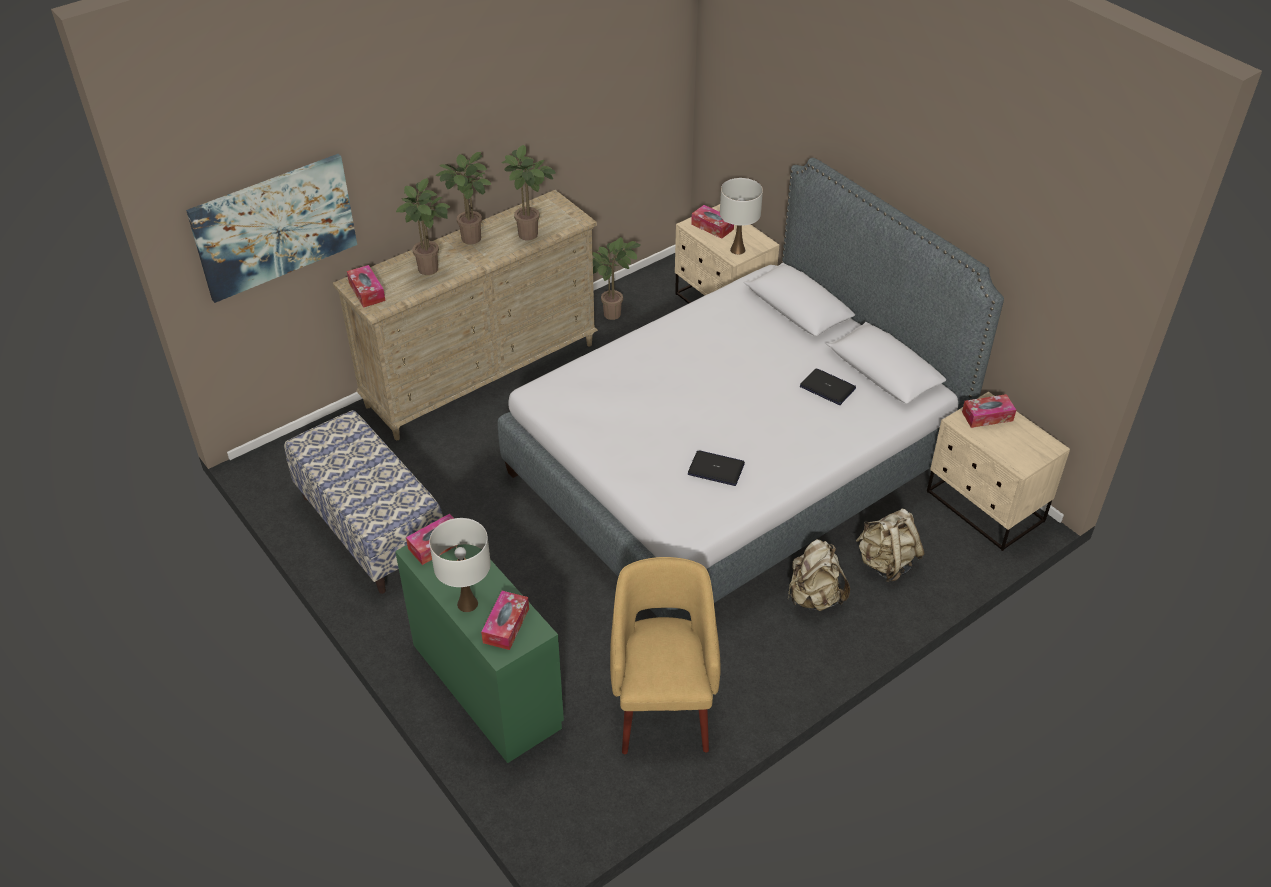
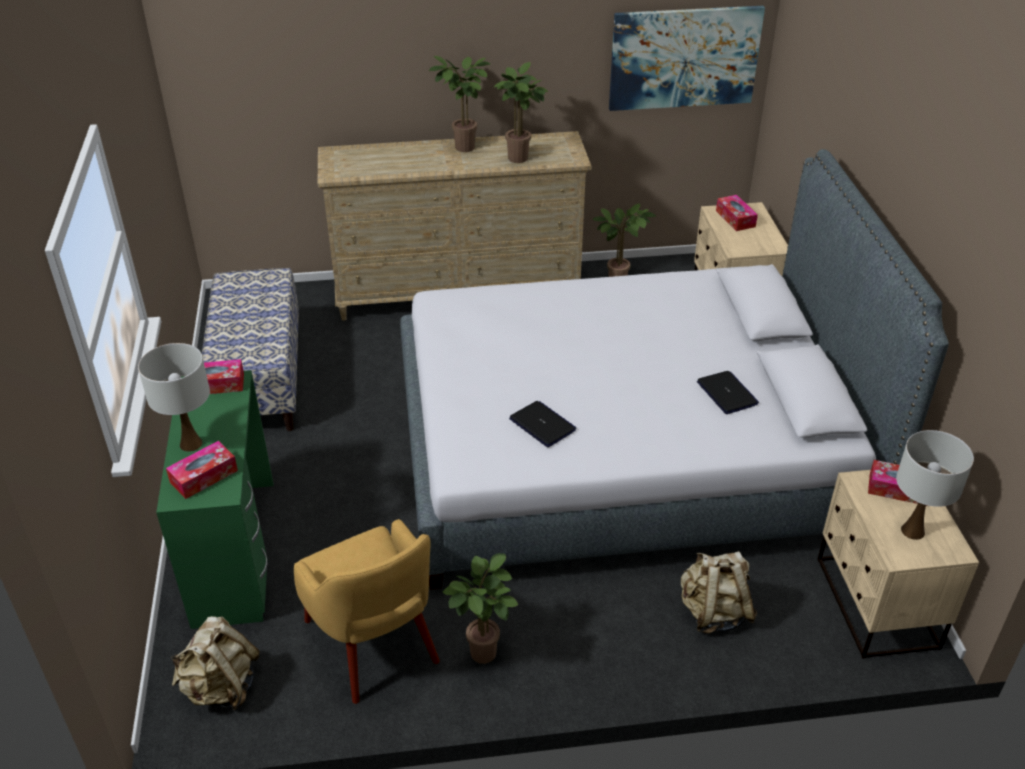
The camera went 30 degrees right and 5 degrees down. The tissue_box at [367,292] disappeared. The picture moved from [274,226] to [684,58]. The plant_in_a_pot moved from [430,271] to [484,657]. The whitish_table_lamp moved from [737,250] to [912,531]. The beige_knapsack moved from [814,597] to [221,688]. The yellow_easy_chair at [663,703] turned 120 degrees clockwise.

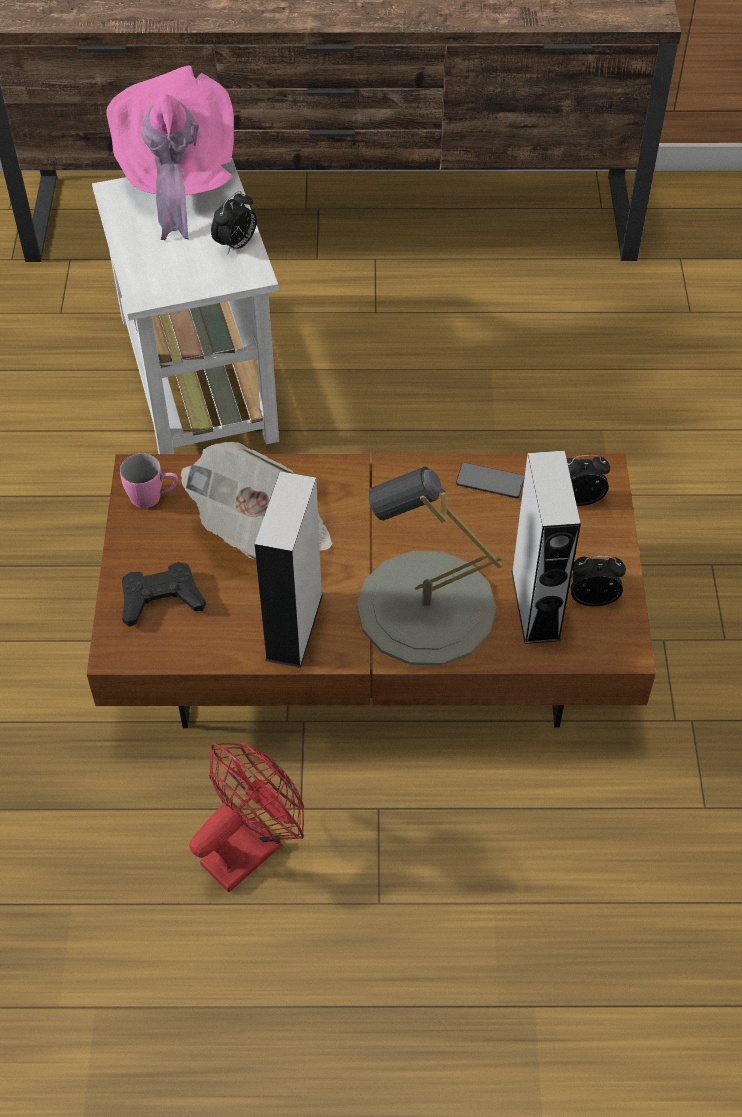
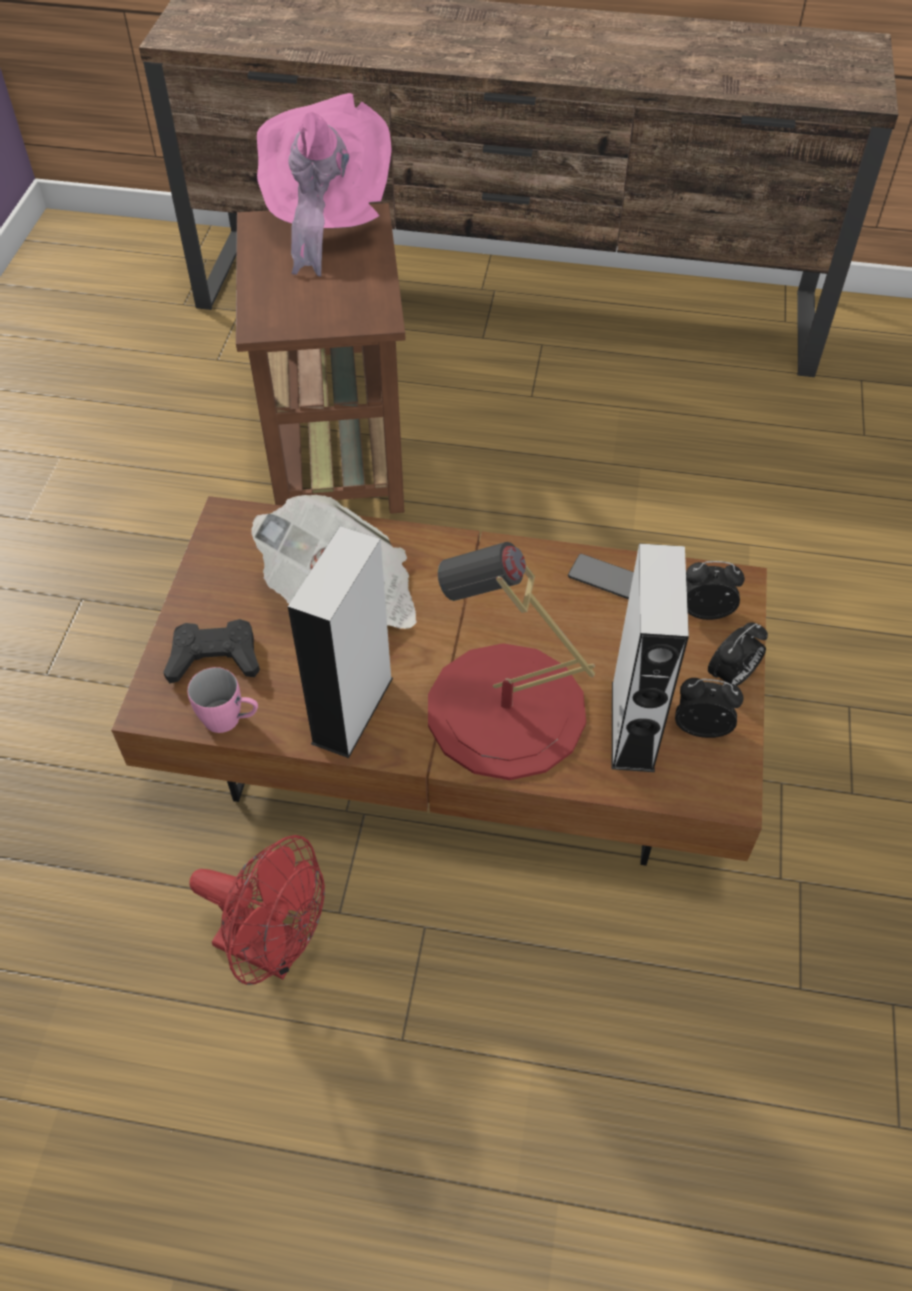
The camera went 10 degrees right and 0 degrees up. The pink_coffee_mug moved from [153,497] to [230,720]. The alarm_clock moved from [236,245] to [731,677]. The whitish_end_table at [199,384] became the brown-coloured_end_table at [336,445]. The greyish_table_lamp at [426,608] became the red_table_lamp at [505,711]. The red_fan at [250,846] turned 60 degrees clockwise.

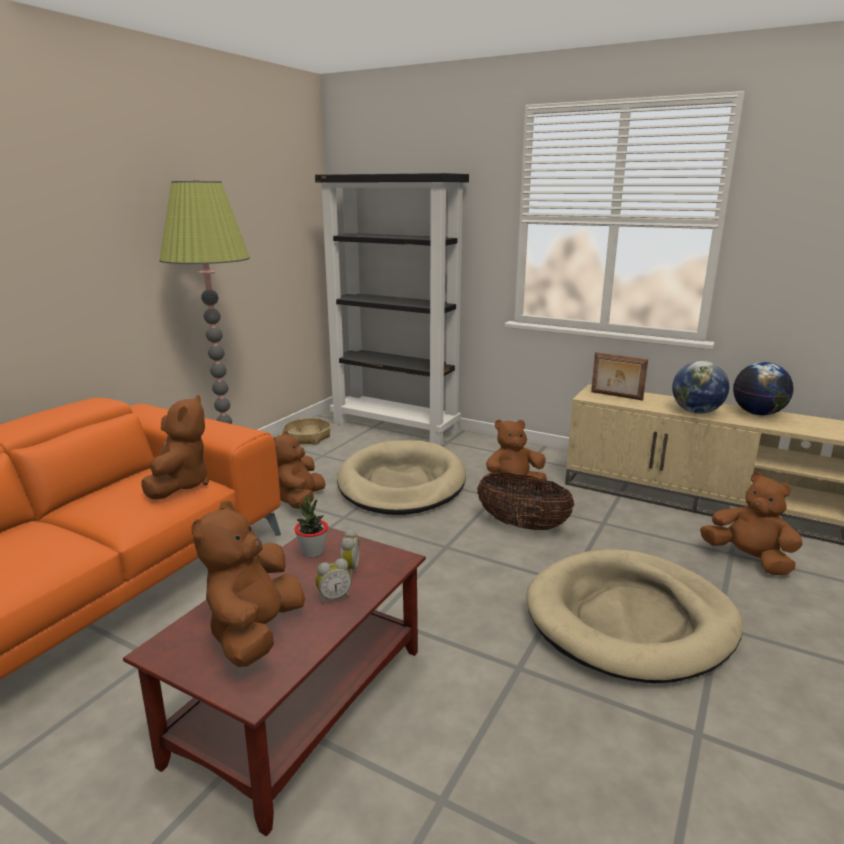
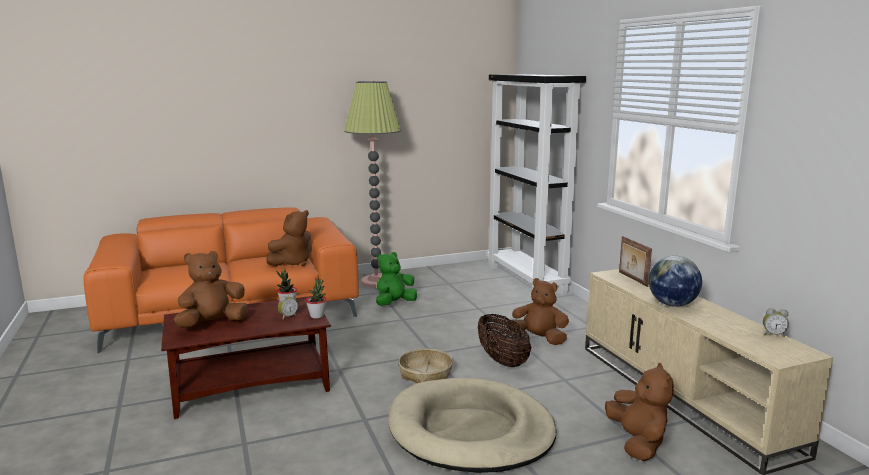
The camera went 40 degrees right and 5 degrees down. The beige_pet_bed at [402,483] disappeared. The desk_globe at [758,414] disappeared. The plant_in_a_pot at [317,316] appeared. The storage_basket moved from [308,437] to [425,374]. The alarm_clock moved from [333,597] to [773,335]. The brown-coloured_plush_toy at [300,500] became the greenish_plush_toy at [394,303].

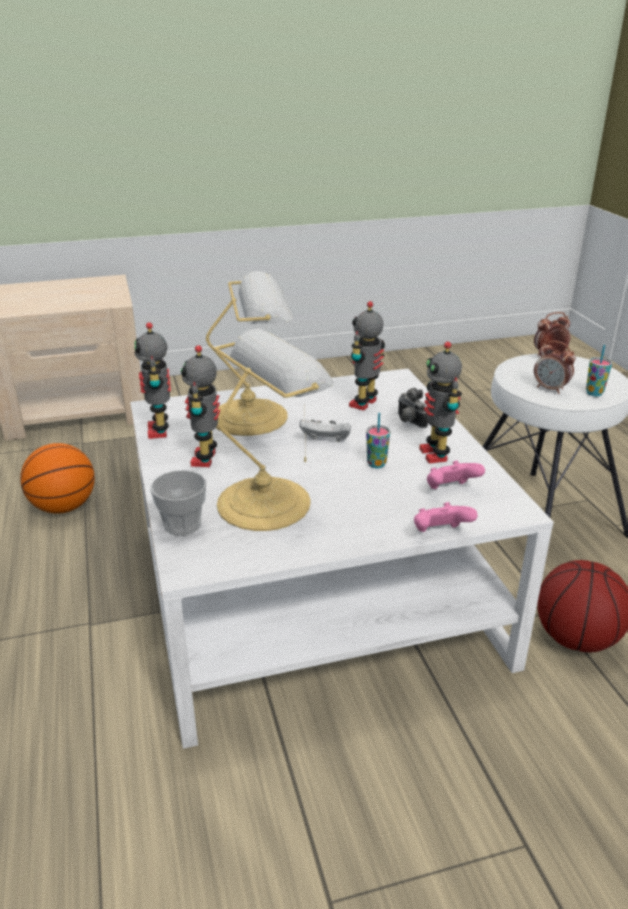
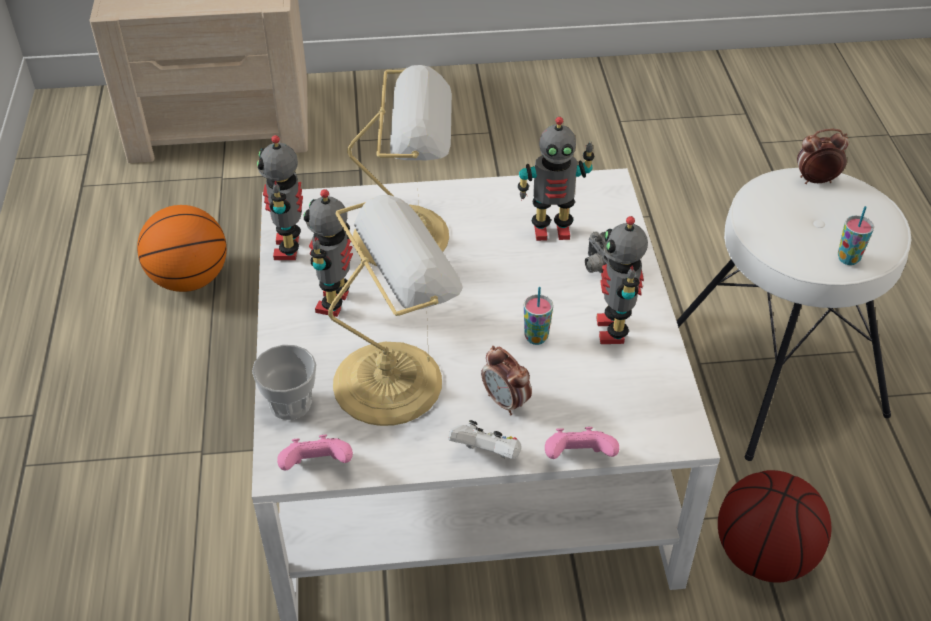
The camera went 10 degrees right and 15 degrees up. The whitish_gamepad moved from [326,441] to [487,454]. The pink_gamepad moved from [450,490] to [317,467]. The alarm_clock moved from [550,389] to [505,402]. The model_robot at [365,404] turned 135 degrees counterclockwise.

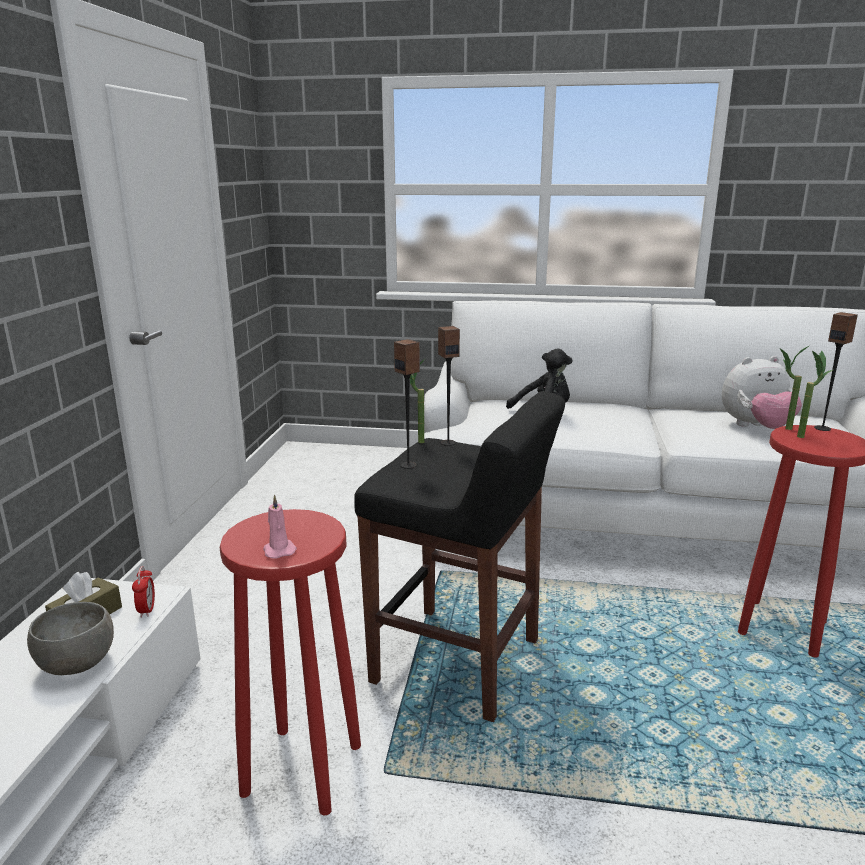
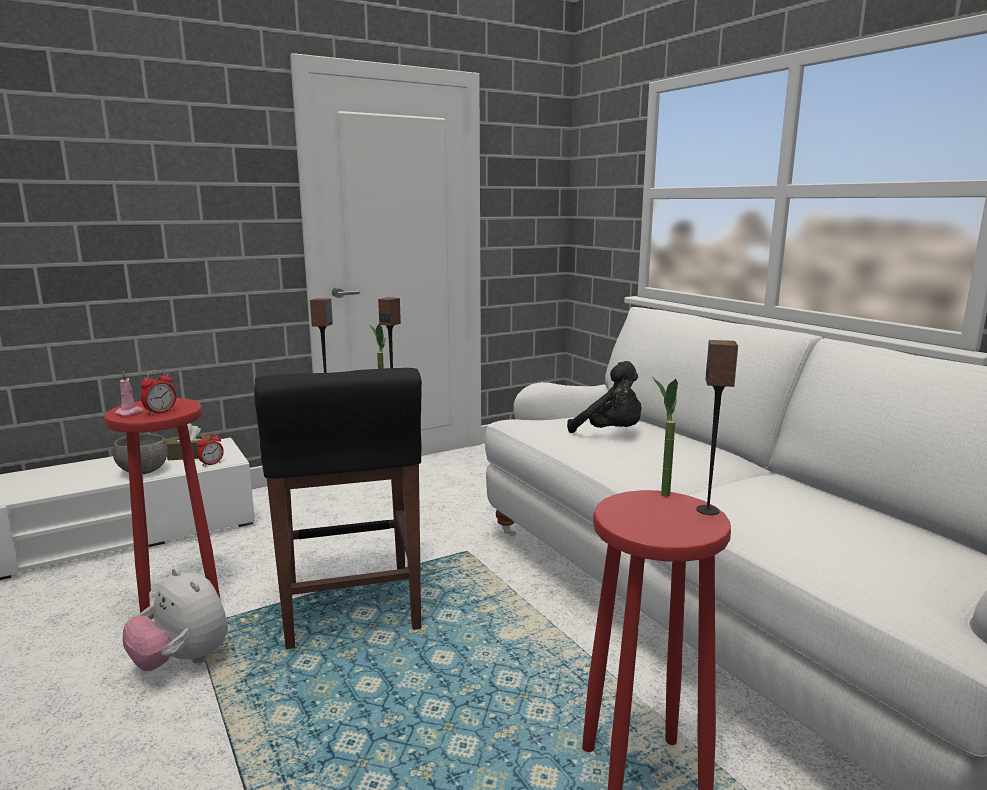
The camera went 50 degrees right and 5 degrees down. The plant_in_a_pot at [804,435] disappeared. The alarm_clock at [160,412] appeared. The plush_toy moved from [755,427] to [182,661].

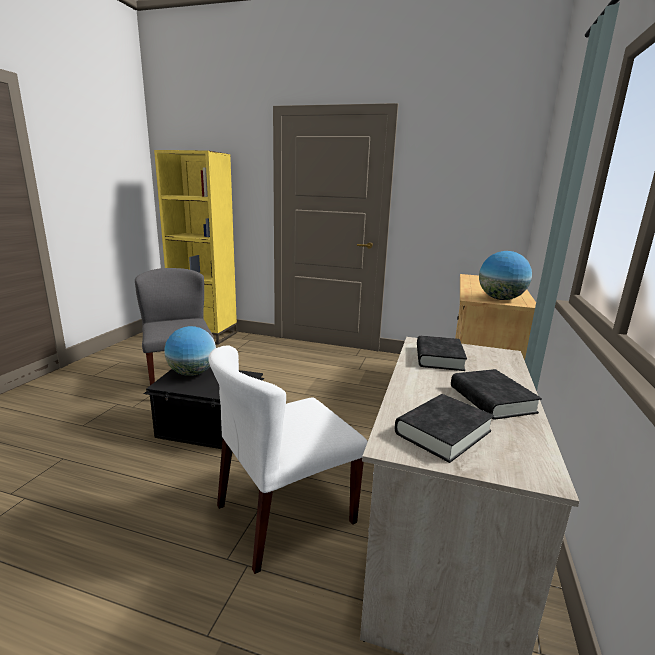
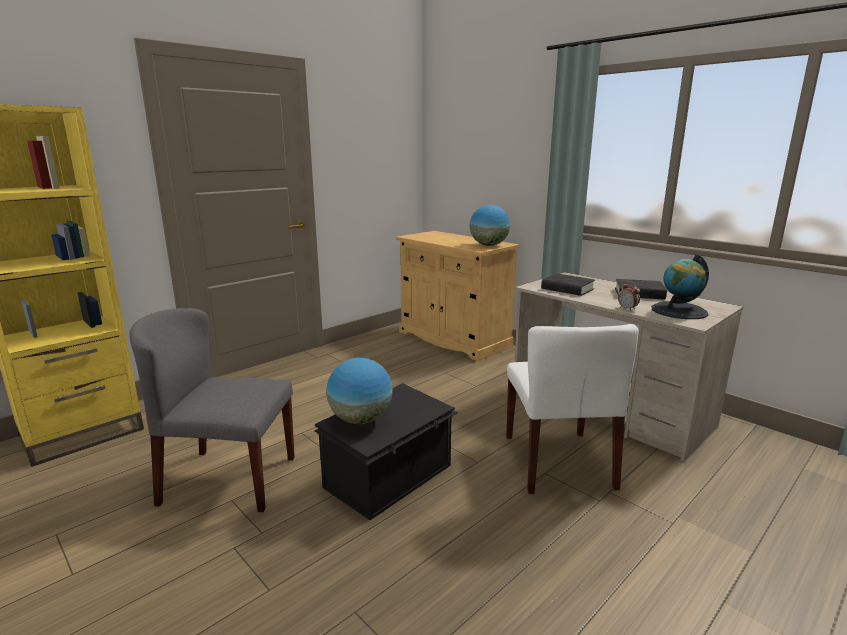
The camera went 60 degrees left and 0 degrees up. The alarm_clock at [627,309] appeared. The black-coloured_book at [443,432] was replaced by the desk_globe at [679,311].

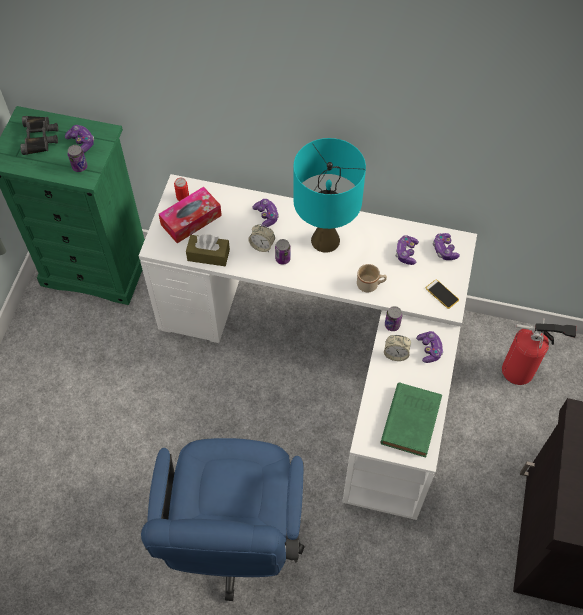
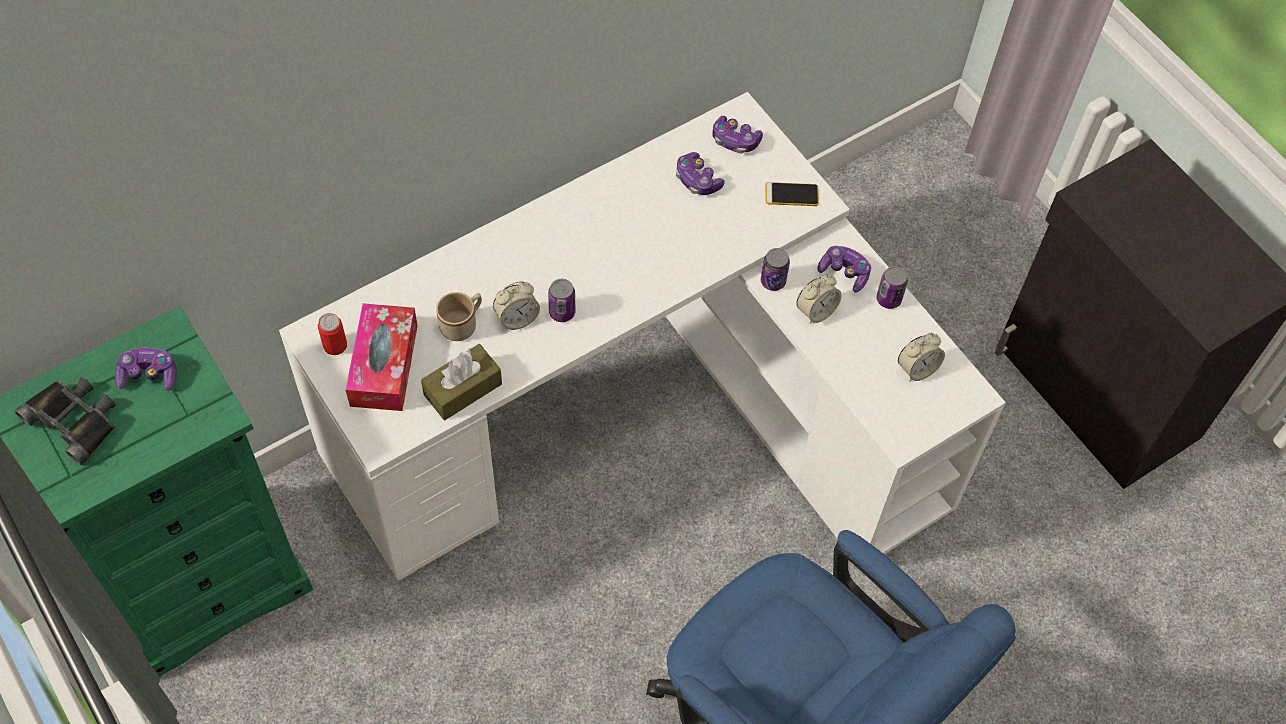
The camera went 50 degrees left and 0 degrees up. The gamepad at [266,216] disappeared. The blue-green_table_lamp at [325,240] disappeared. The fire-fighting_cylinder at [521,371] disappeared. The can moved from [79,167] to [888,299]. The beige_coffee_mug moved from [370,285] to [462,324]. The greenish_book at [411,419] was replaced by the alarm_clock at [917,369].

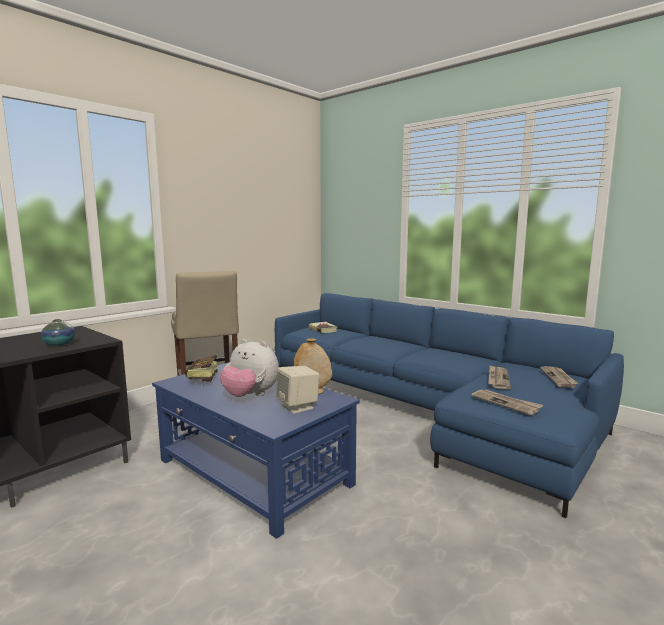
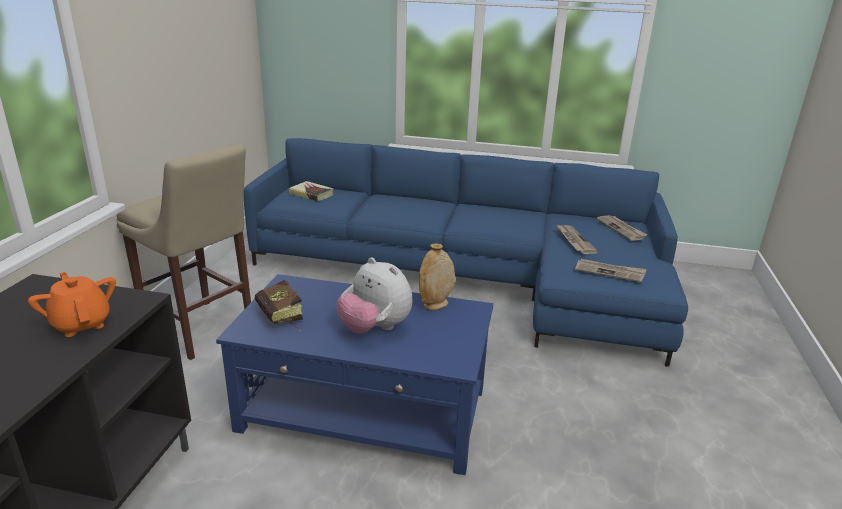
The camera went 30 degrees left and 15 degrees up. The beige_audio_speaker at [298,406] disappeared. The vase at [59,344] was replaced by the orange_tea_pot at [81,324]. The plush_toy at [250,396] turned 45 degrees clockwise.

